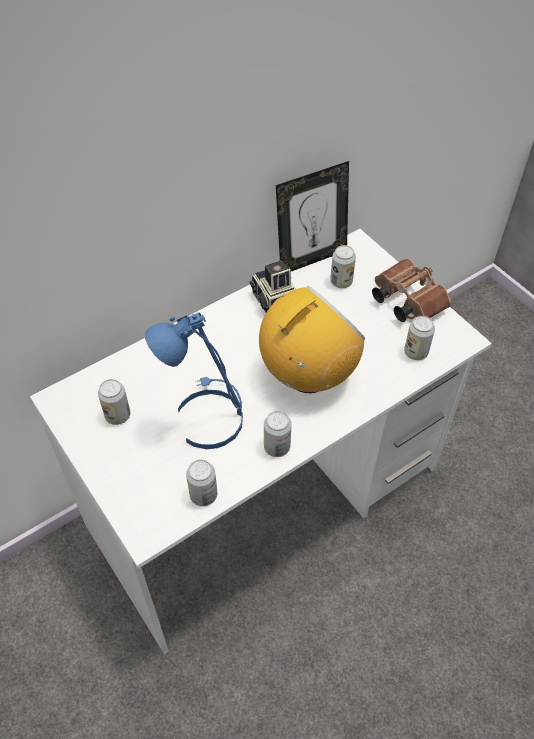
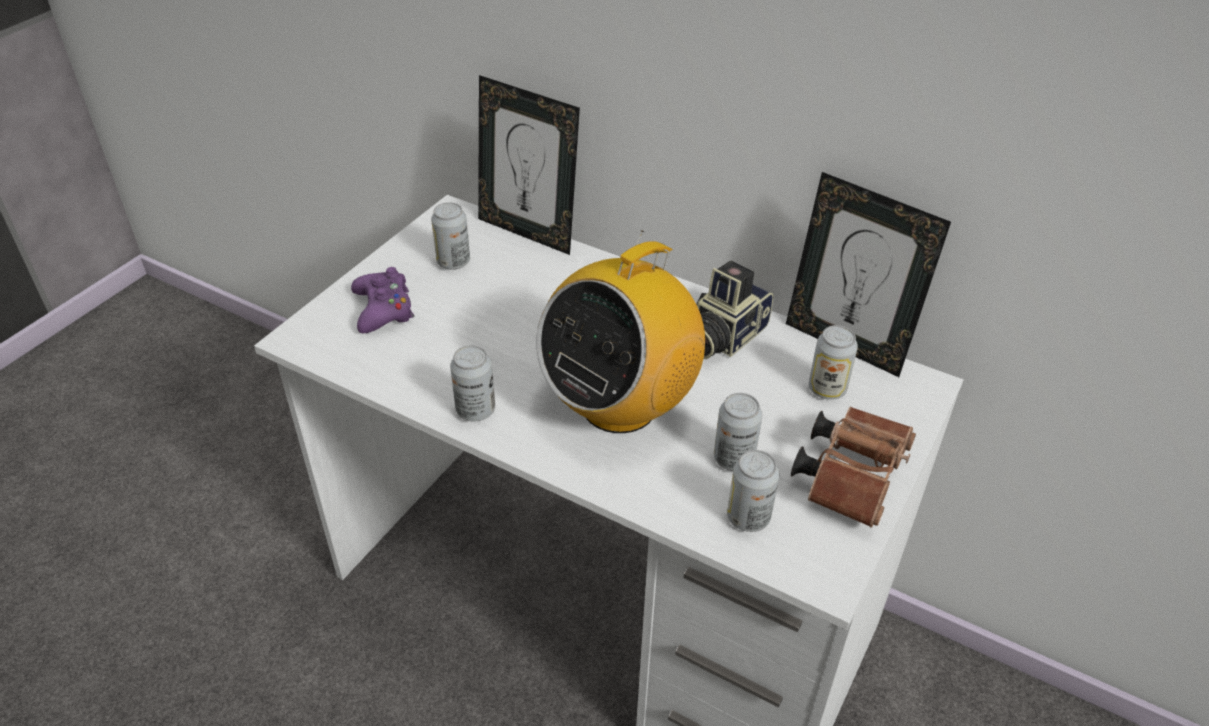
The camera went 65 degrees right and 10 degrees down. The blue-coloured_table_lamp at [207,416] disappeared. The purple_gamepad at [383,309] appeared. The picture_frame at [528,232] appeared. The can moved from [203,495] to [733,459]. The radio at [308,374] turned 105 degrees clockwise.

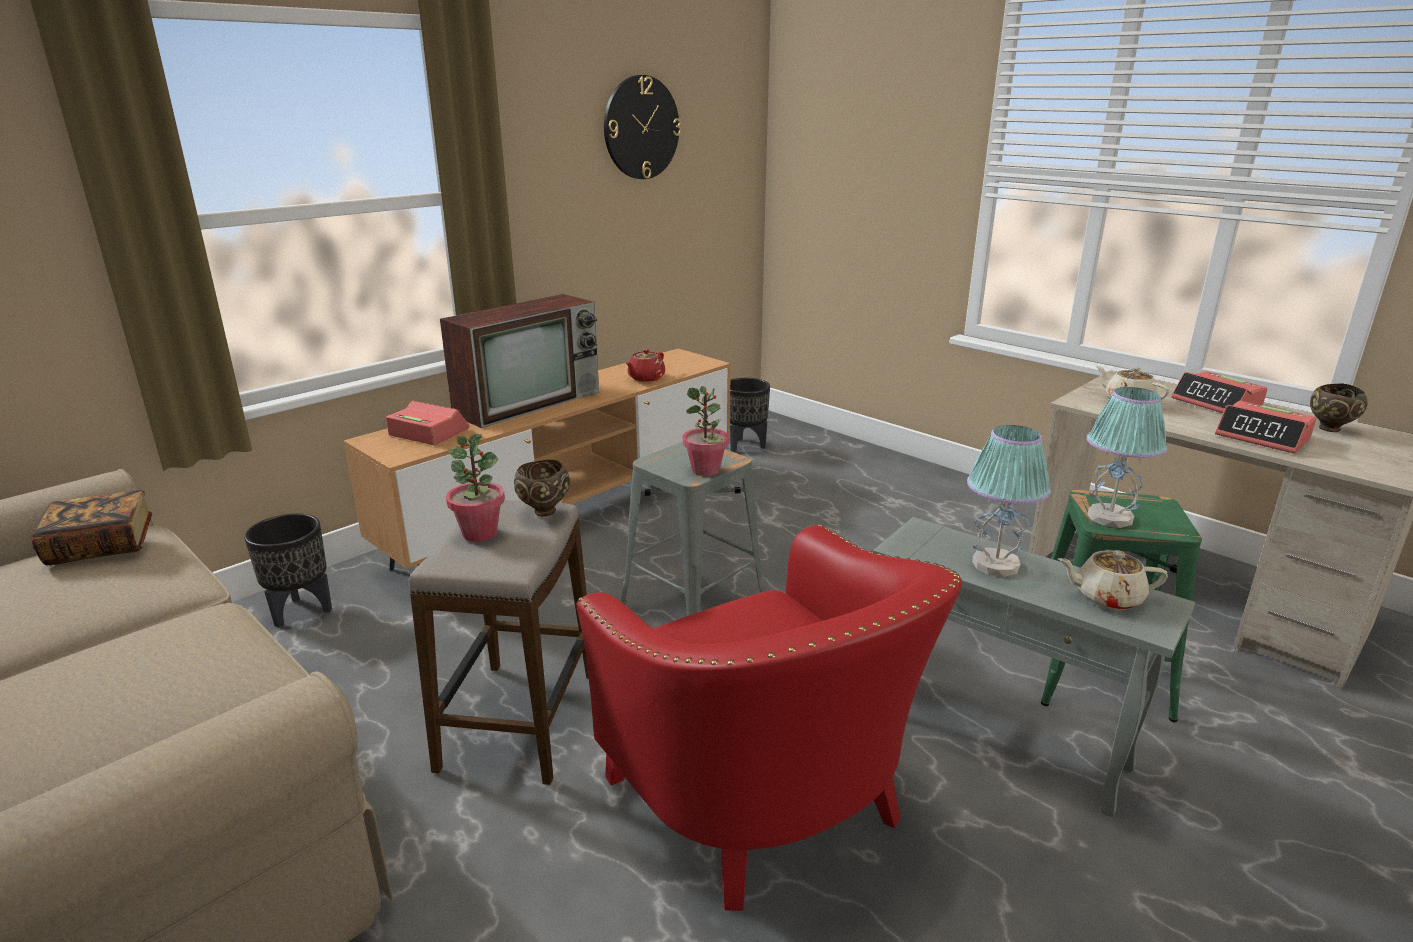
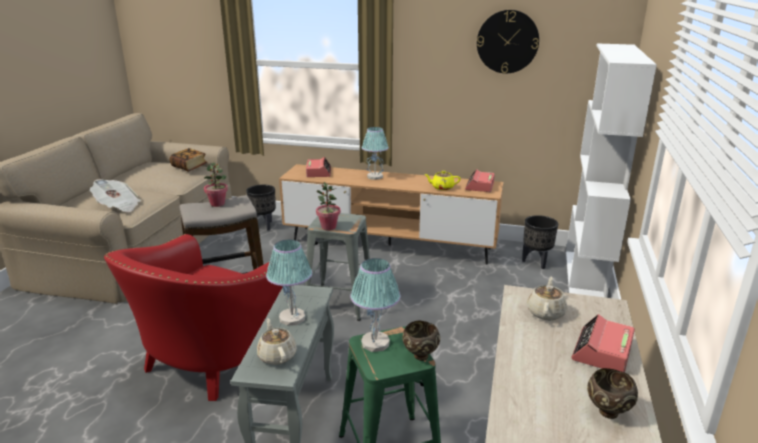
The camera went 60 degrees right and 0 degrees up. The printed_paper at [118,206] appeared. The whitish_bookshelf at [585,280] appeared. The brown-coloured_serving_bowl moved from [543,512] to [419,356]. The alarm_clock moved from [1262,437] to [479,186]. The TV at [530,402] was replaced by the table_lamp at [375,177]. The red_tea_pot at [645,378] became the yellow_tea_pot at [442,187].

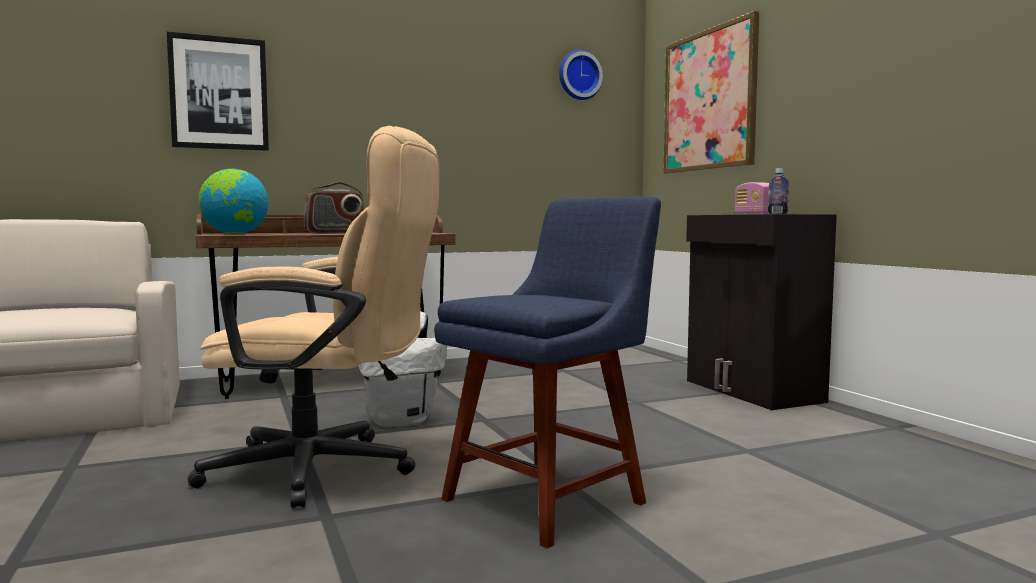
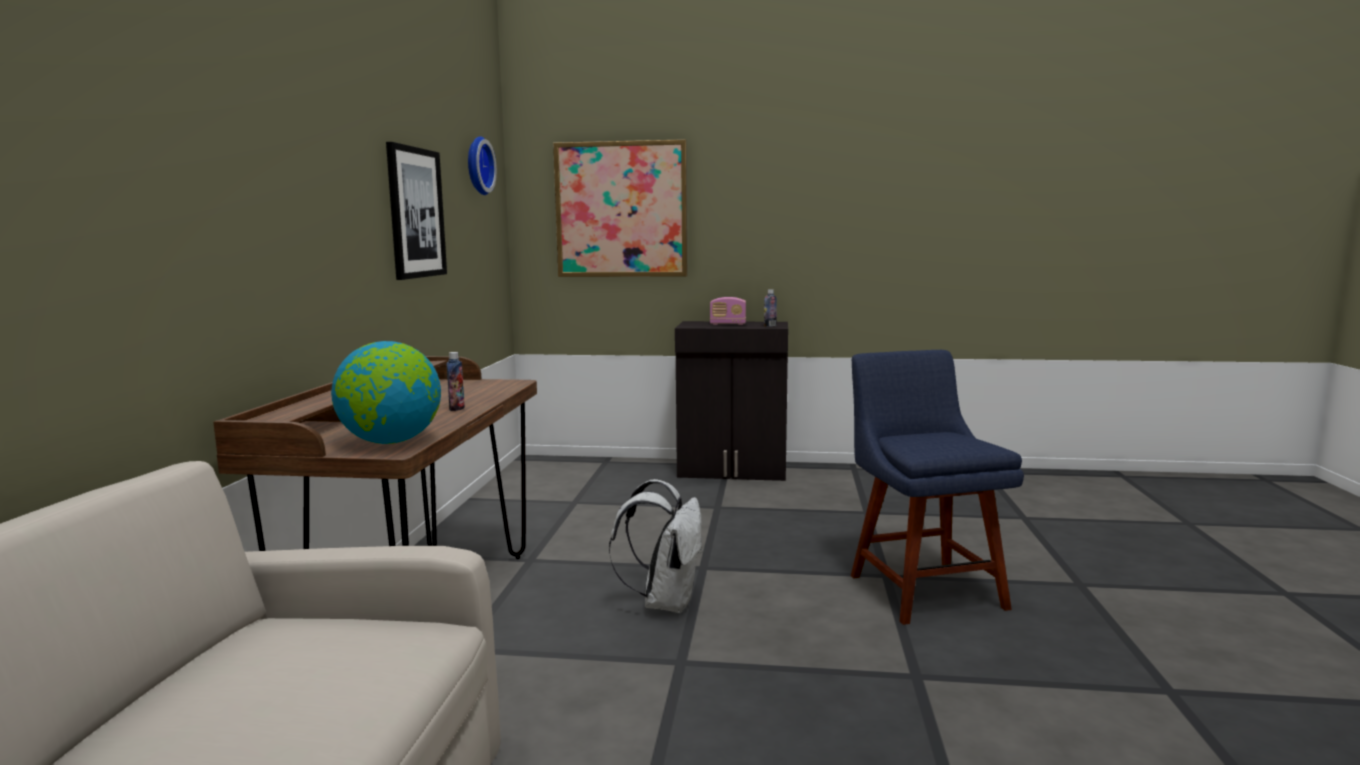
The camera went 60 degrees left and 5 degrees up. The beige_office_chair at [329,470] disappeared. The picture moved from [219,93] to [415,213]. The radio at [335,233] was replaced by the bottle at [457,408].

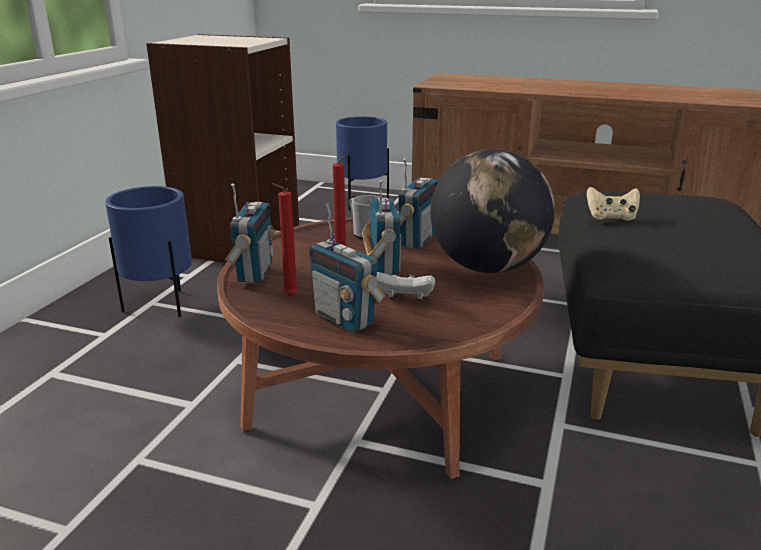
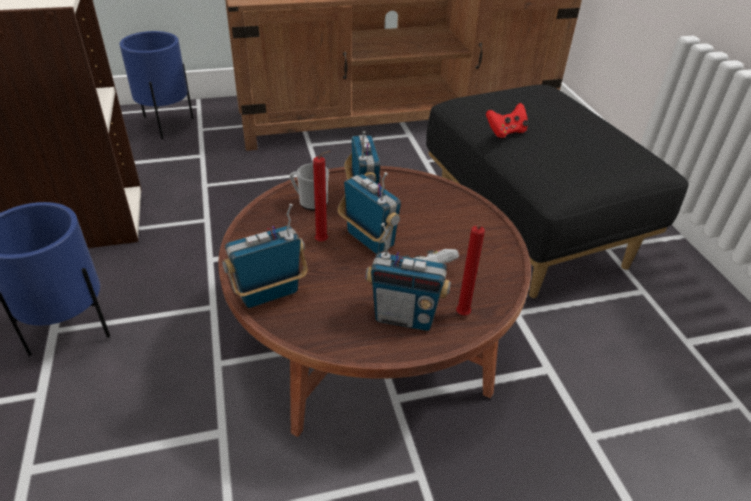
The camera went 35 degrees left and 15 degrees up. The desk_globe at [487,267] disappeared. The red_wax_light moved from [288,297] to [461,316]. The beige_gamepad at [611,218] became the red_gamepad at [506,132]. The radio at [254,273] turned 90 degrees counterclockwise.

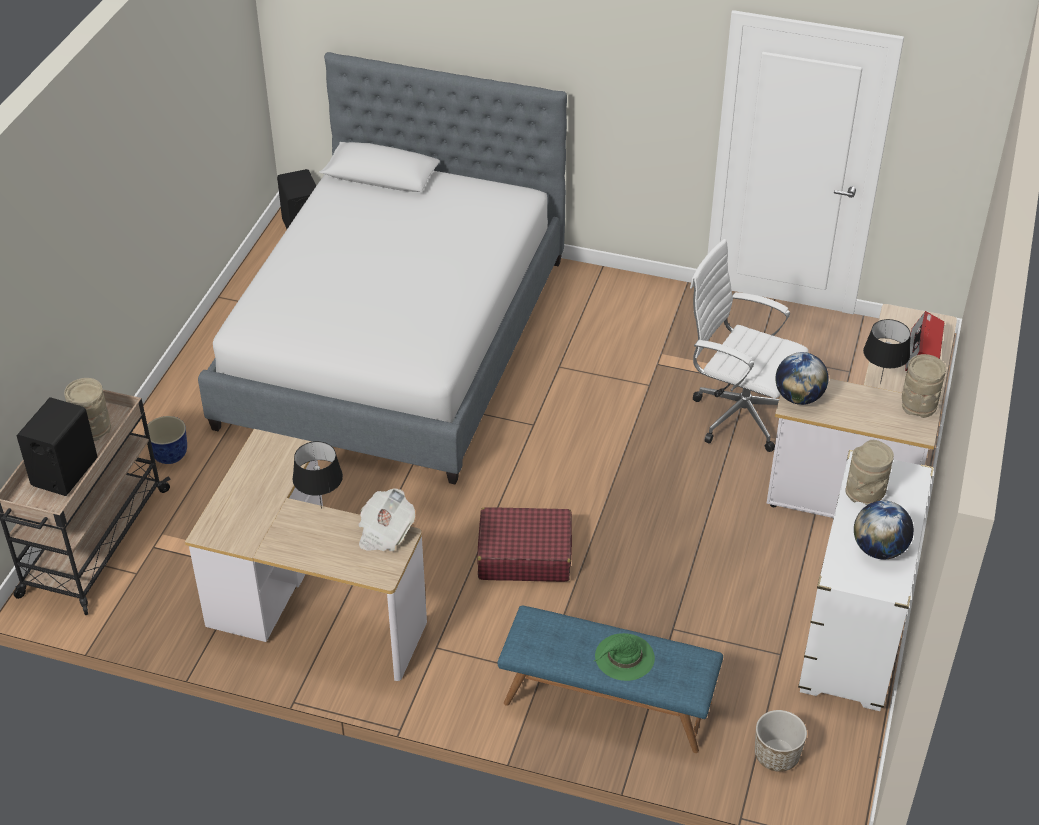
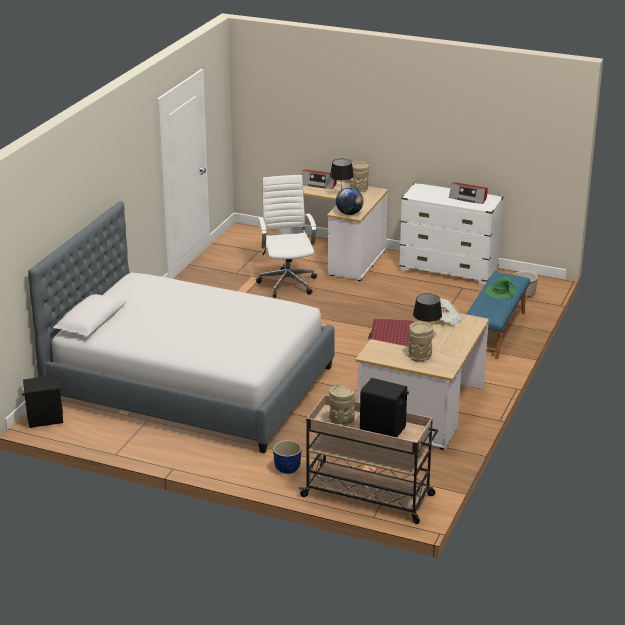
The camera went 85 degrees left and 15 degrees down. The beige_vase moved from [865,494] to [420,356]. The desk_globe at [879,549] was replaced by the radio at [468,198]. The whitish_office_chair at [737,415] turned 135 degrees clockwise.

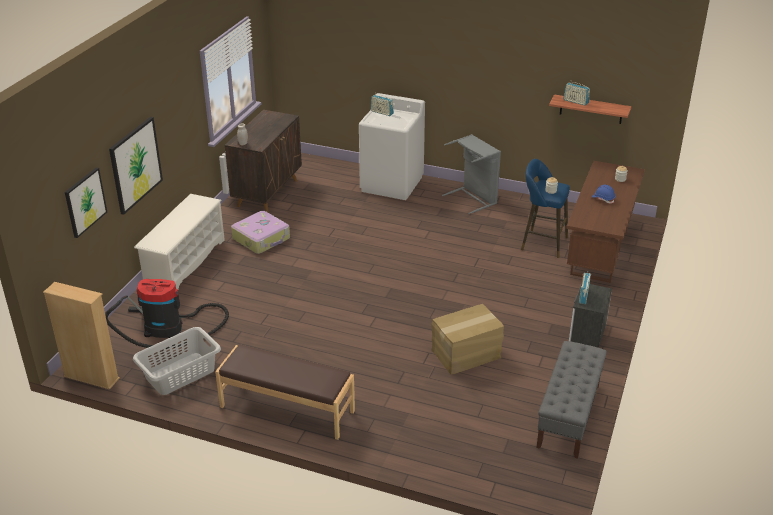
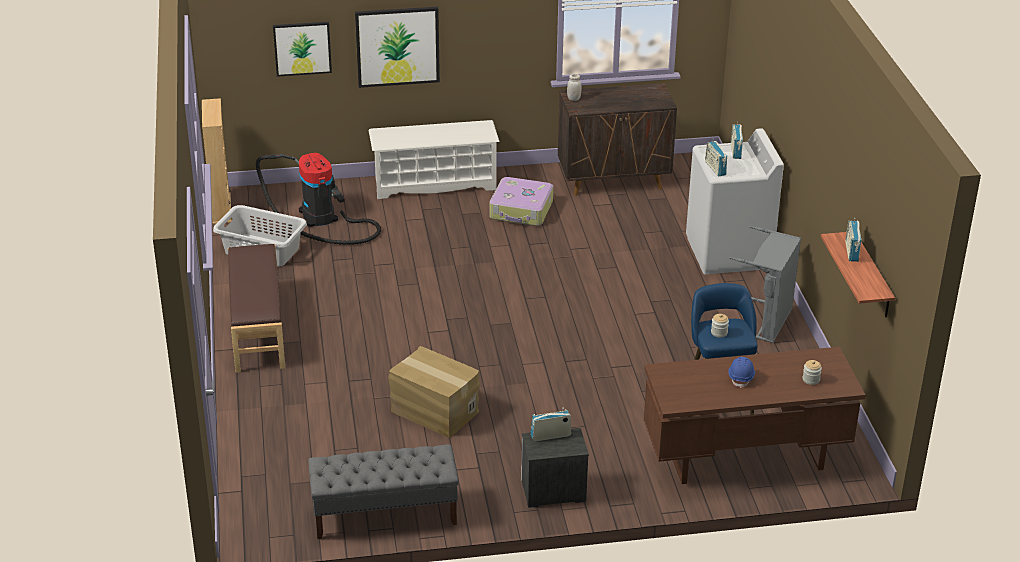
The camera went 60 degrees right and 0 degrees up. The radio at [715,168] appeared.

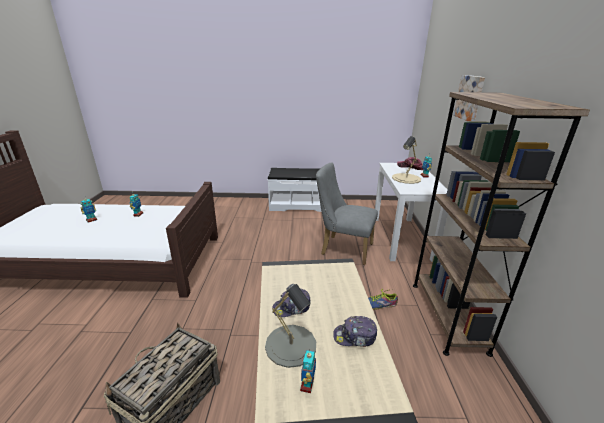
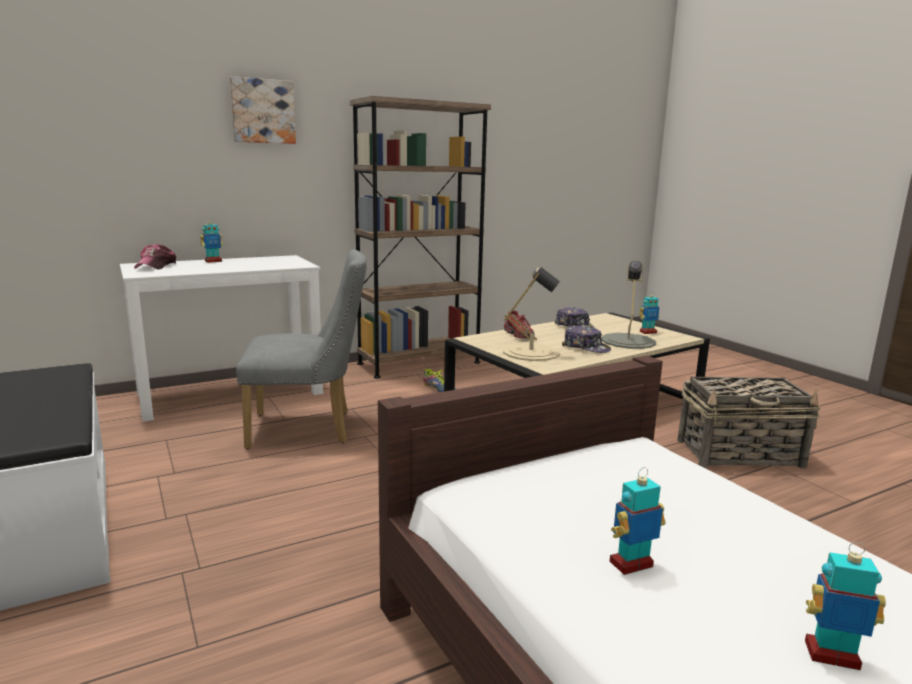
The camera went 120 degrees left and 10 degrees down. The red_item_of_footwear at [519,336] appeared. The beige_table_lamp moved from [406,178] to [531,352]. The greyish_upright_chair at [343,248] turned 90 degrees counterclockwise.

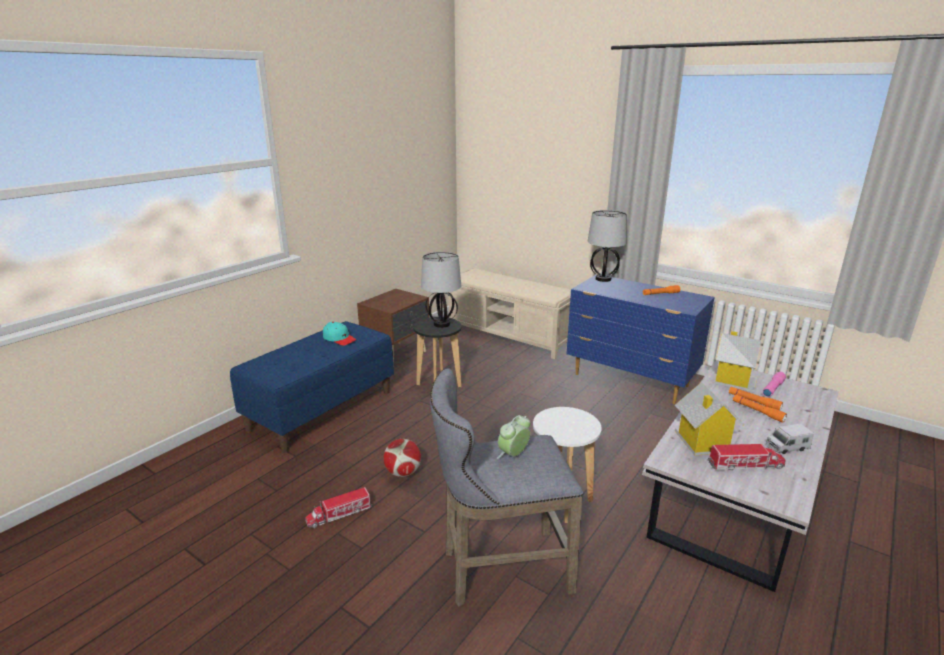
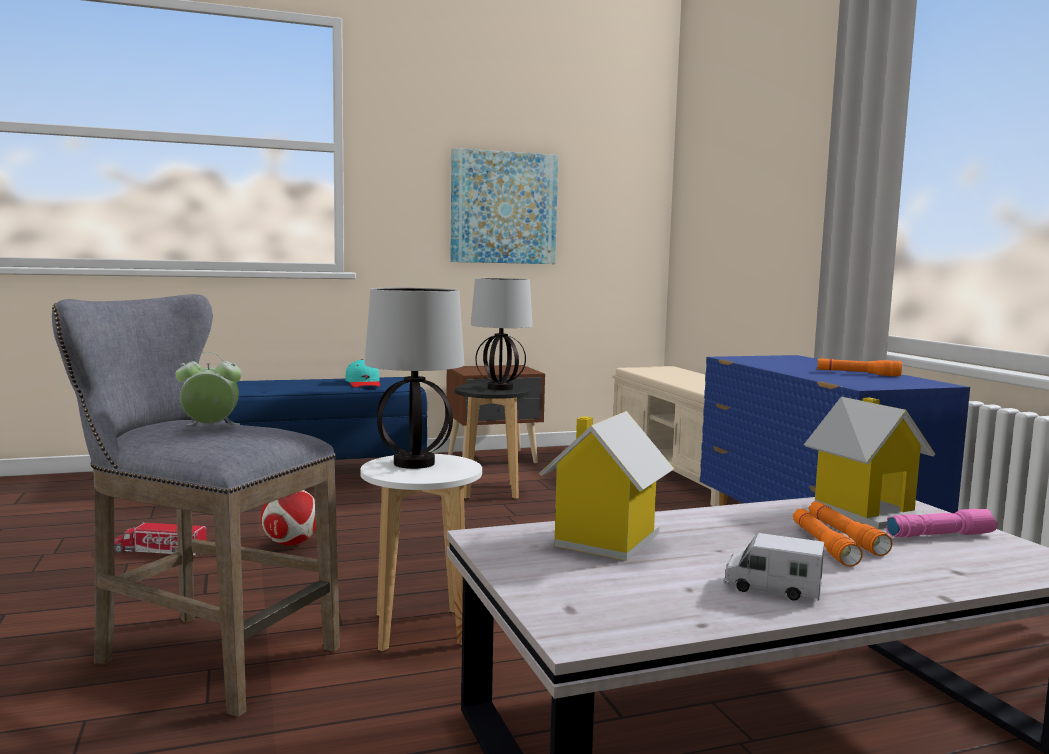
The camera went 35 degrees right and 15 degrees down. The toy_truck at [745,465] disappeared. The picture at [503,208] appeared. The table_lamp moved from [603,279] to [415,463].

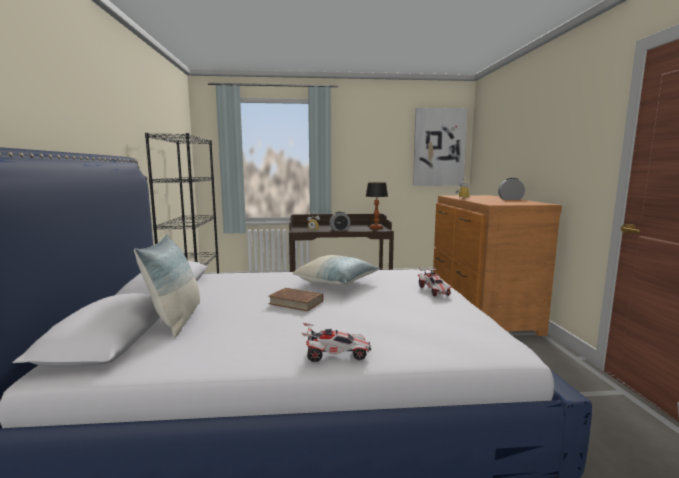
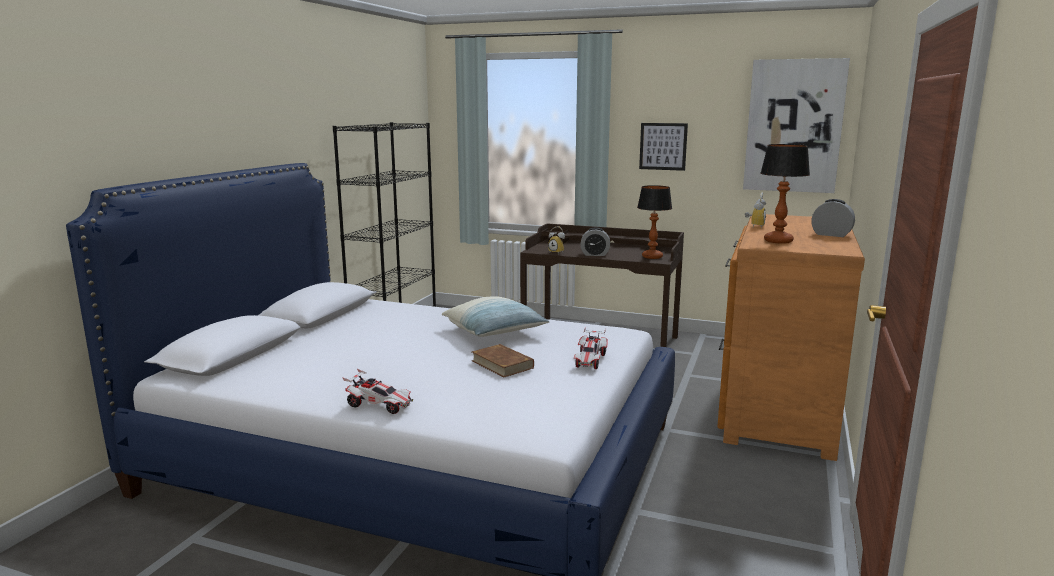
The camera went 25 degrees right and 5 degrees up. The cushion at [177,320] disappeared. The picture at [663,146] appeared. The table_lamp at [779,241] appeared. The brown-coloured_book moved from [296,302] to [502,364].

